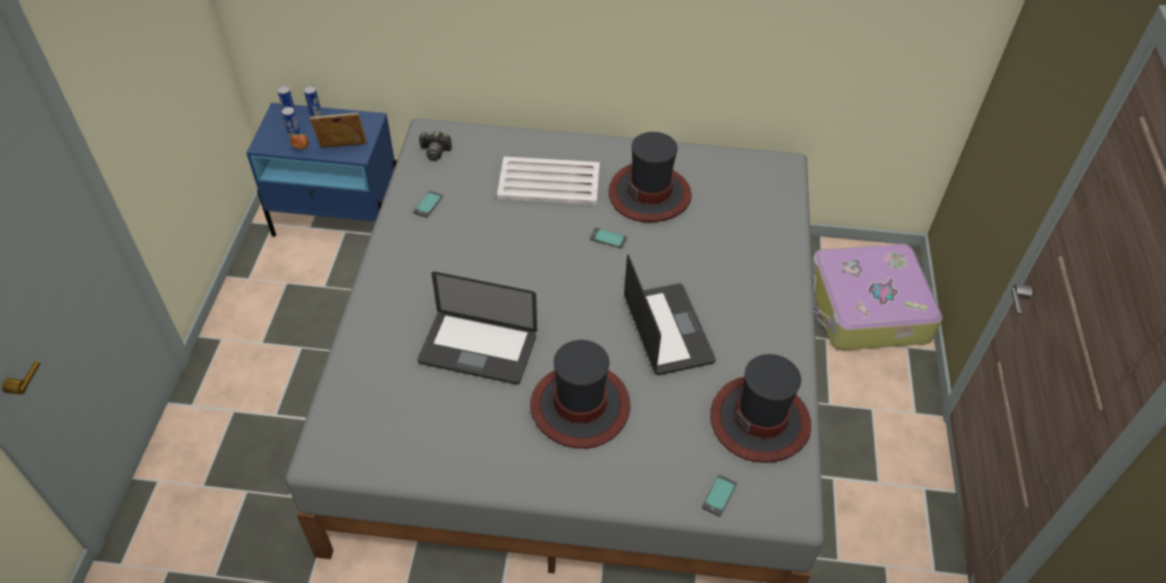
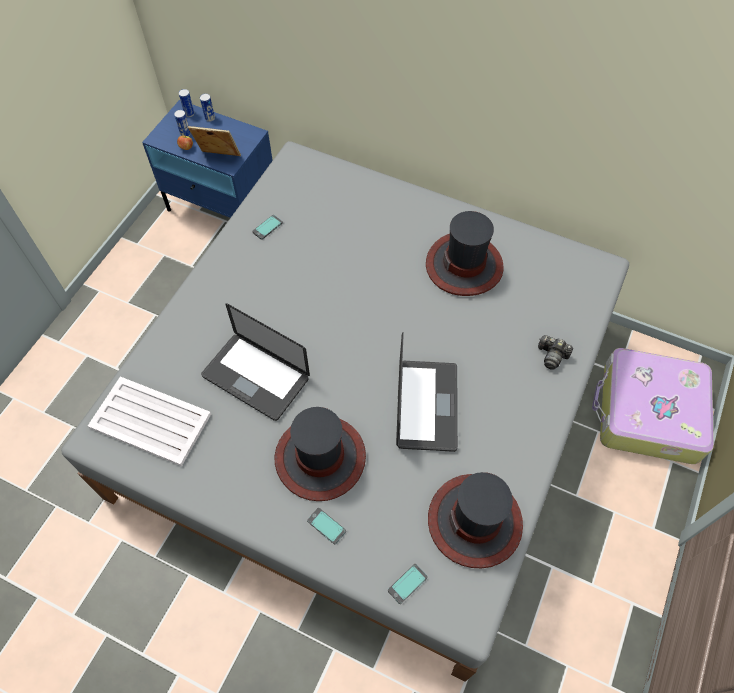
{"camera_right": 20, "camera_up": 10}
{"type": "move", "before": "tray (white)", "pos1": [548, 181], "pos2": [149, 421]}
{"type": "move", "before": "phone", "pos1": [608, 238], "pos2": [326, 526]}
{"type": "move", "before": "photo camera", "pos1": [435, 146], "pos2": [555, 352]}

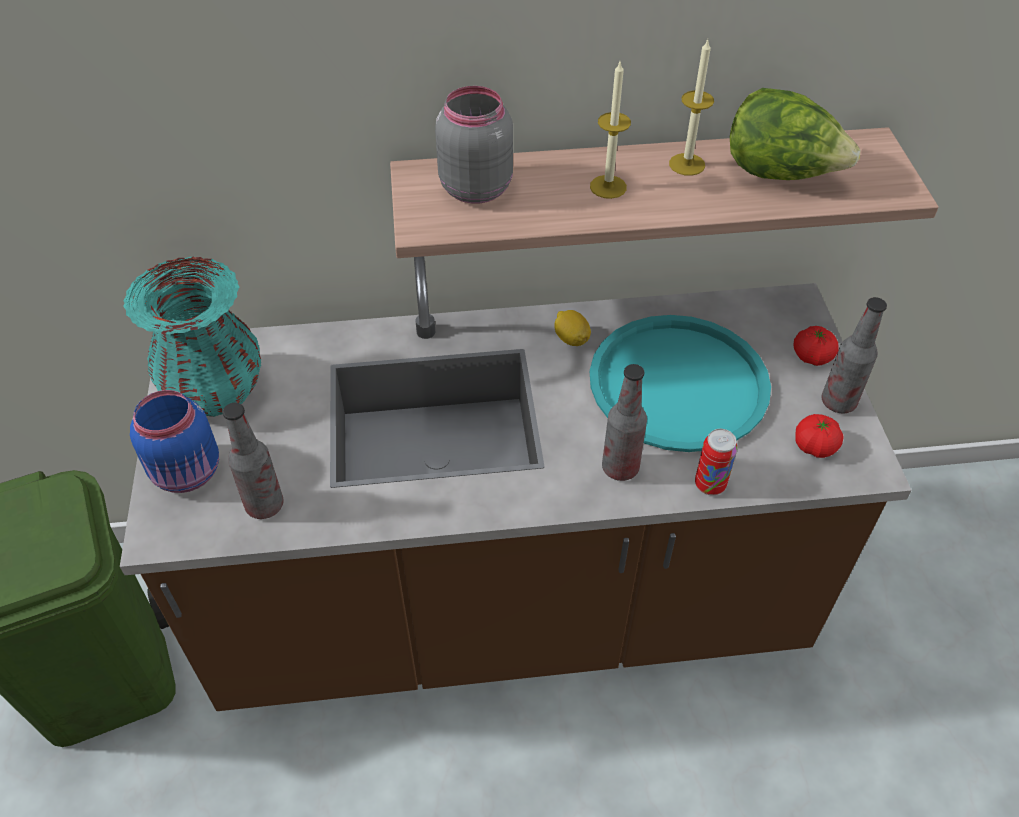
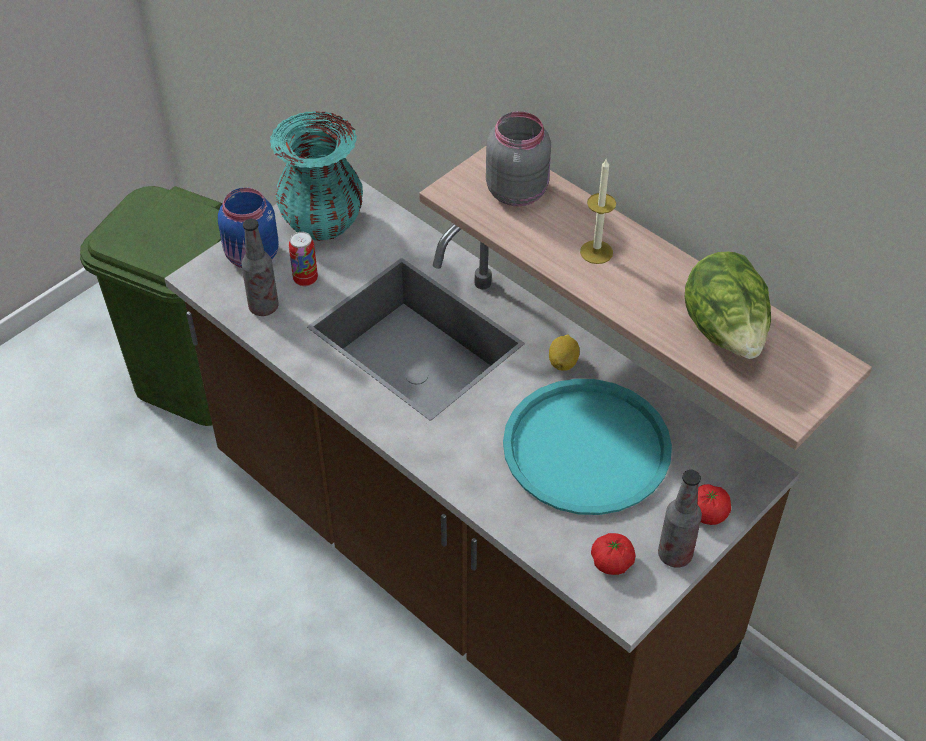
{"camera_right": 50, "camera_up": 0}
{"type": "move", "before": "can", "pos1": [716, 462], "pos2": [303, 259]}
{"type": "delete", "before": "bottle", "pos1": [624, 422]}
{"type": "delete", "before": "candle", "pos1": [691, 108]}

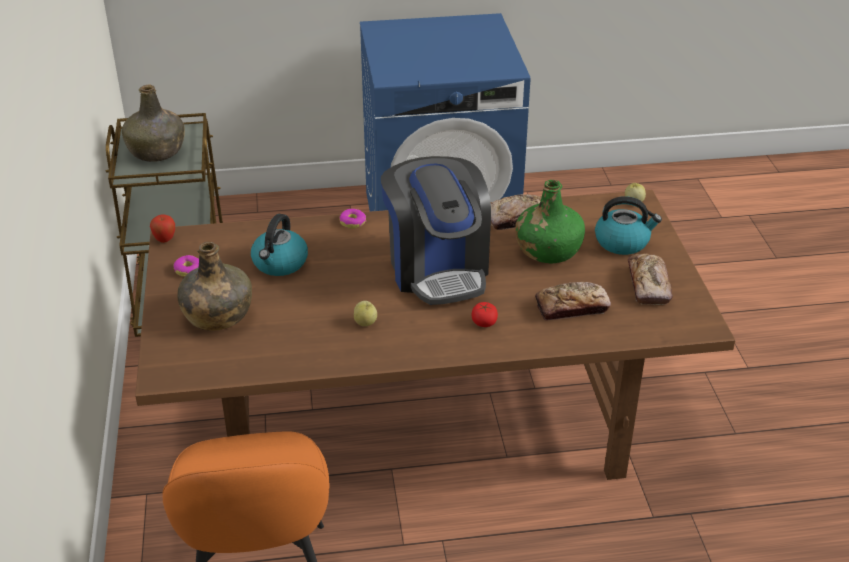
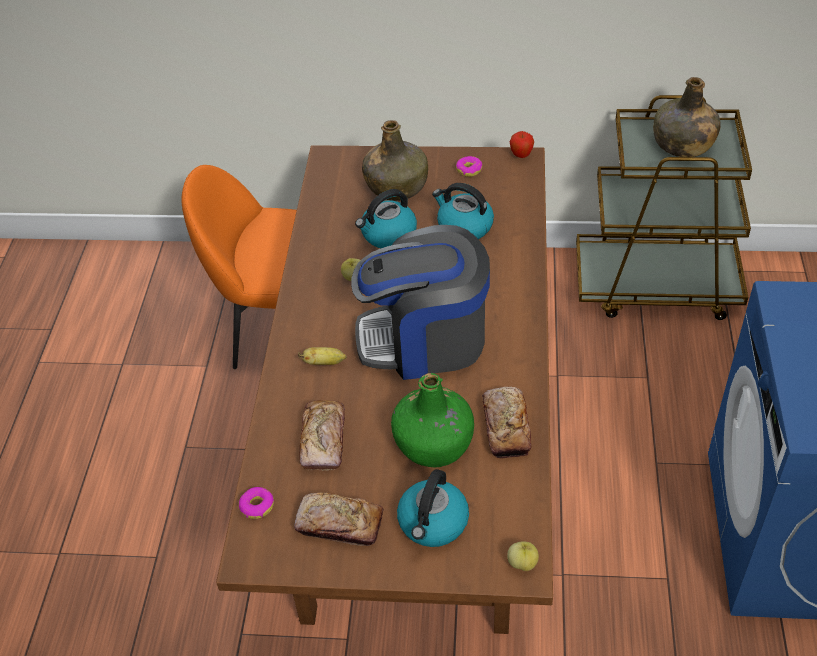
{"camera_right": 105, "camera_up": 10}
{"type": "move", "before": "donut", "pos1": [353, 219], "pos2": [256, 503]}
{"type": "replace", "before": "tomato", "after": "banana", "pos1": [485, 314], "pos2": [322, 356]}
{"type": "insert", "after": "kettle", "pos2": [386, 218]}

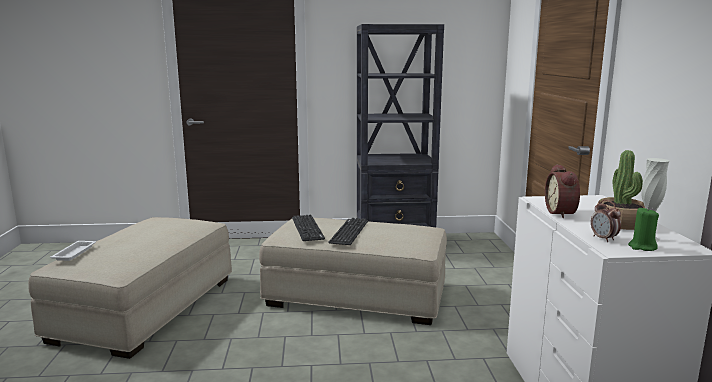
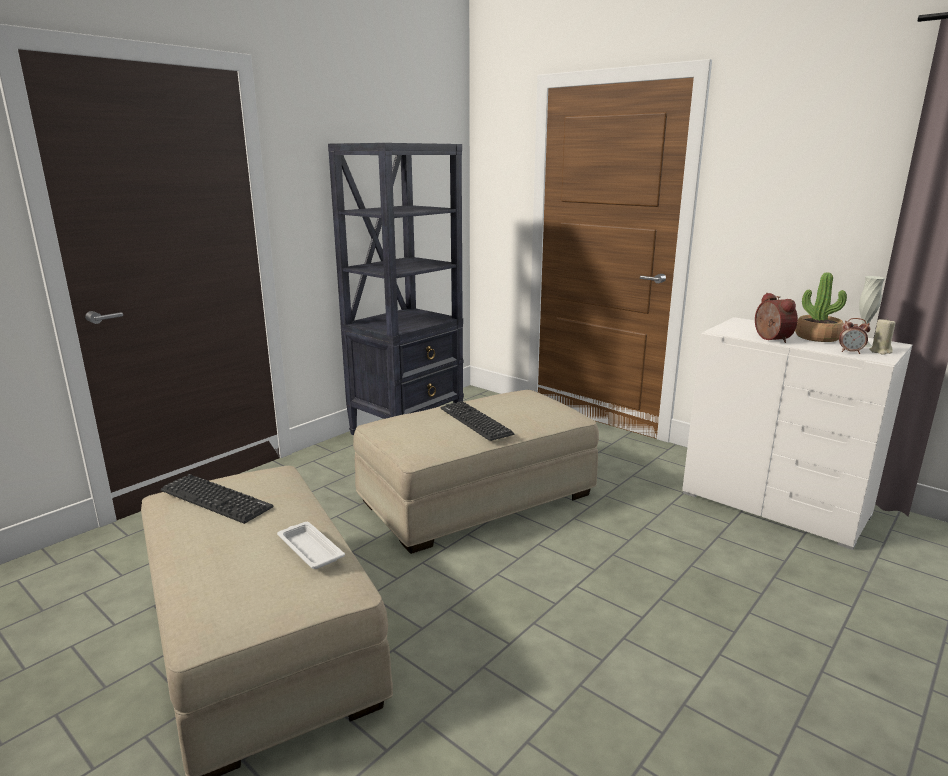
{"camera_right": -45, "camera_up": 5}
{"type": "move", "before": "keyboard", "pos1": [308, 228], "pos2": [217, 499]}
{"type": "move", "before": "tray (white)", "pos1": [73, 251], "pos2": [311, 545]}
{"type": "rotate", "before": "alarm clock", "pos1": [562, 191], "pos2": [776, 318], "turn": -150}
{"type": "recolor", "before": "candle (green)", "after": "candle (beige)", "pos1": [643, 229], "pos2": [882, 336]}

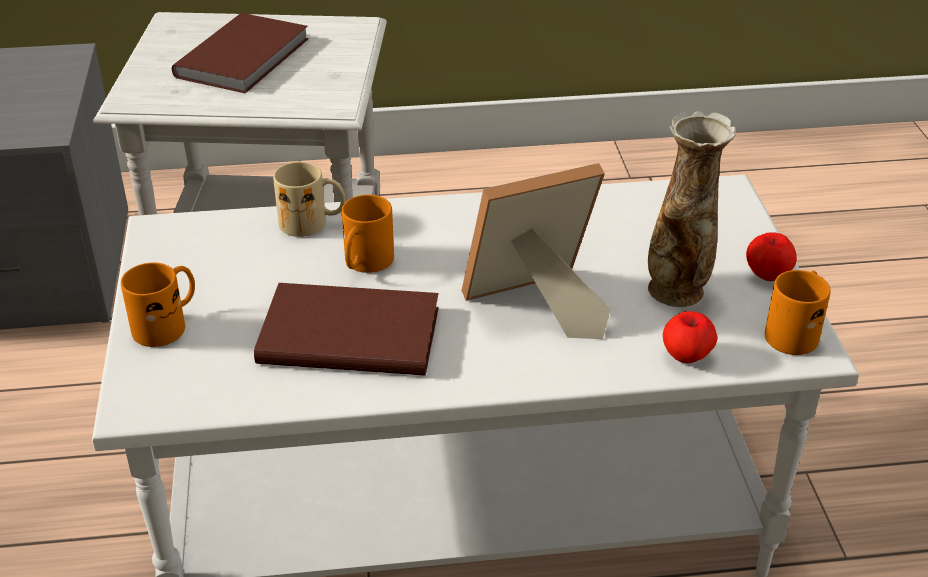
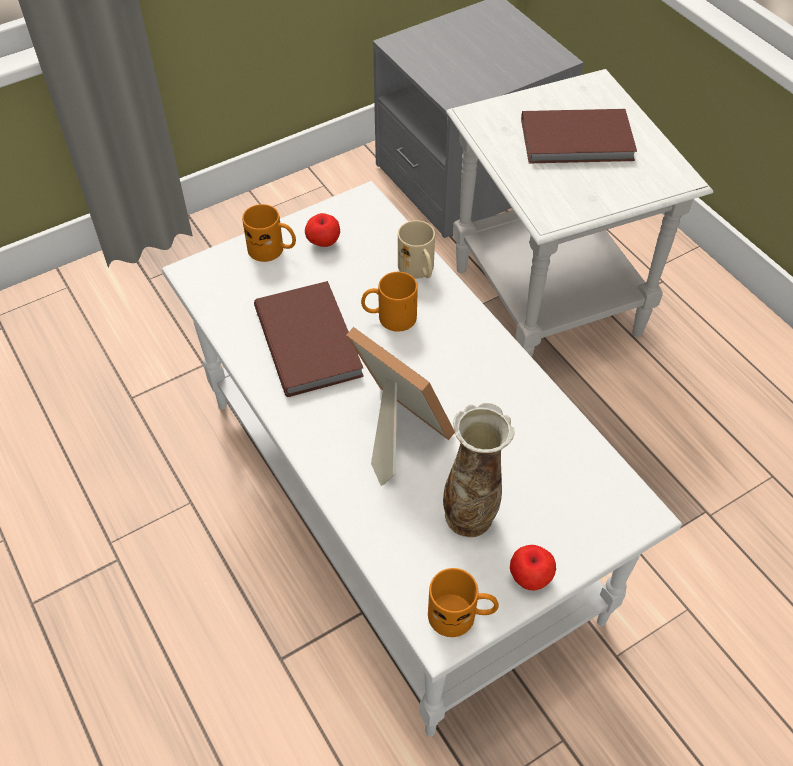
{"camera_right": 65, "camera_up": 15}
{"type": "move", "before": "apple", "pos1": [690, 337], "pos2": [322, 230]}

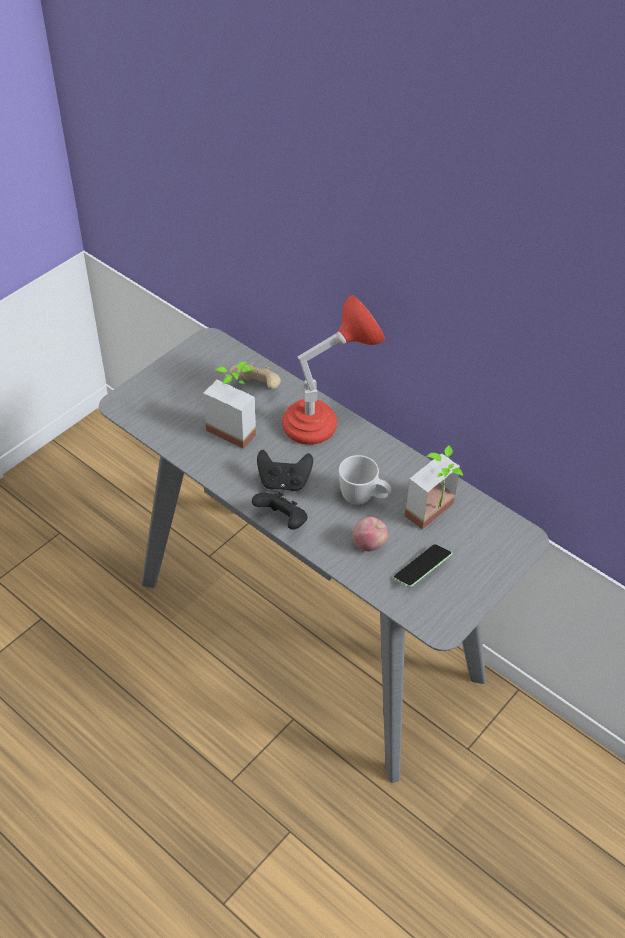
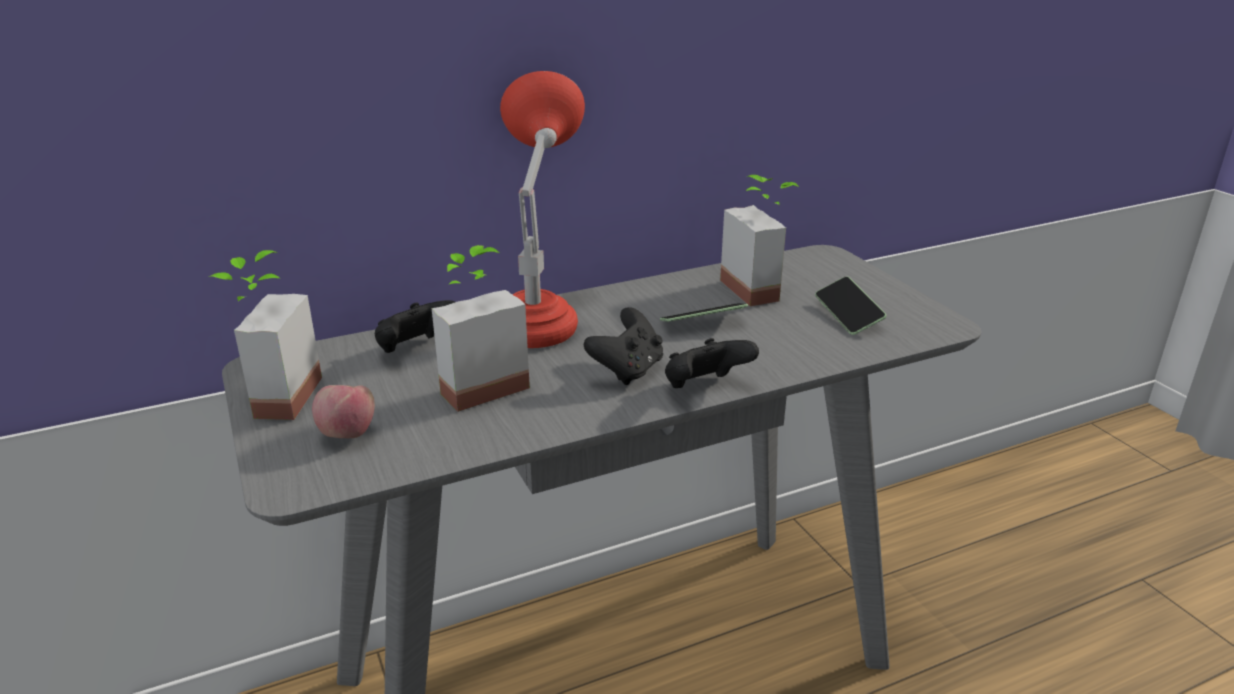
{"camera_right": -65, "camera_up": -20}
{"type": "insert", "after": "potted plant", "pos2": [265, 335]}
{"type": "move", "before": "apple", "pos1": [370, 534], "pos2": [343, 411]}
{"type": "recolor", "before": "game controller (beige)", "after": "game controller (black)", "pos1": [255, 376], "pos2": [415, 326]}
{"type": "replace", "before": "mug (white)", "after": "phone", "pos1": [365, 480], "pos2": [704, 312]}

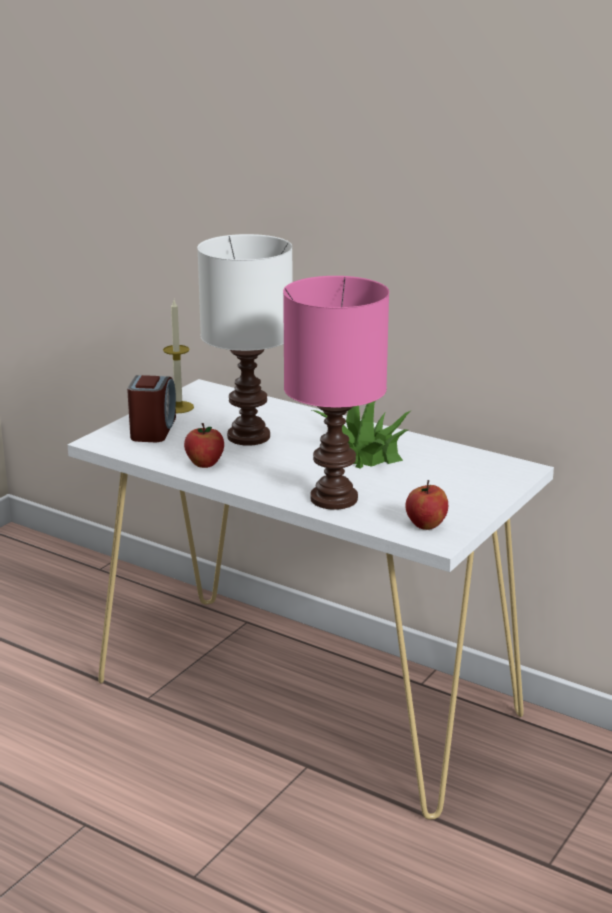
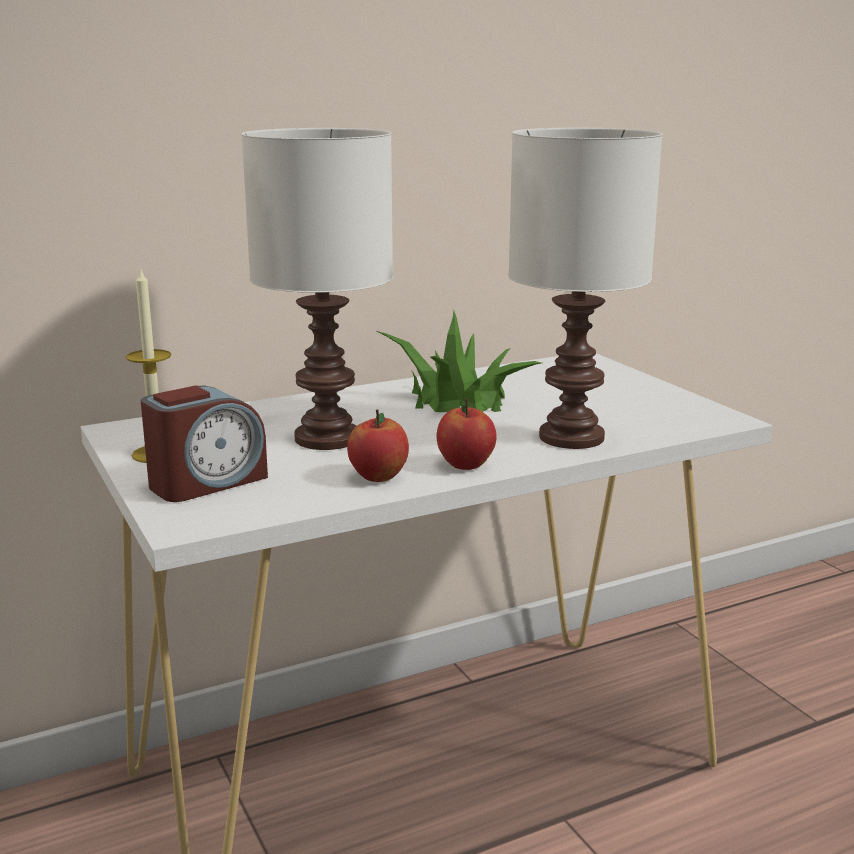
{"camera_right": -60, "camera_up": -5}
{"type": "rotate", "before": "alarm clock", "pos1": [151, 408], "pos2": [204, 443], "turn": 105}
{"type": "move", "before": "apple", "pos1": [426, 505], "pos2": [467, 434]}
{"type": "recolor", "before": "table lamp (pink)", "after": "table lamp (white)", "pos1": [336, 393], "pos2": [585, 288]}

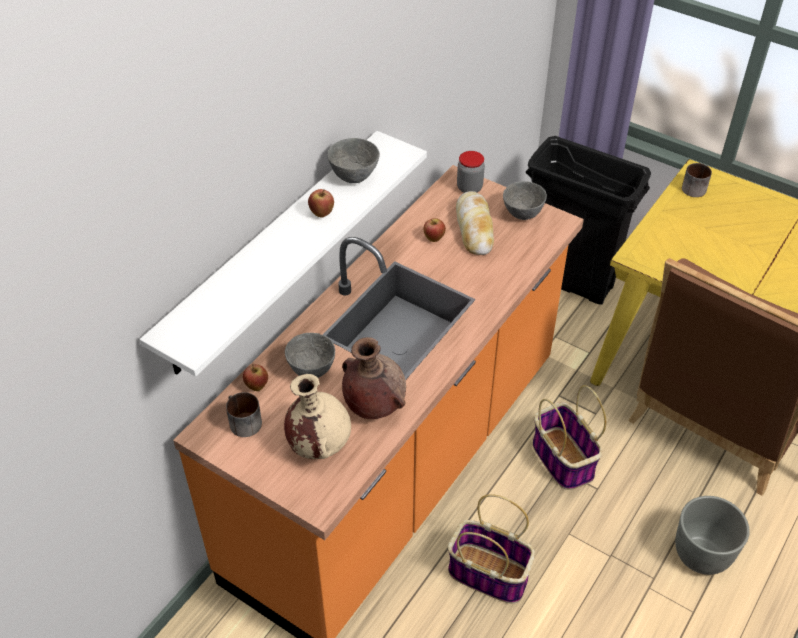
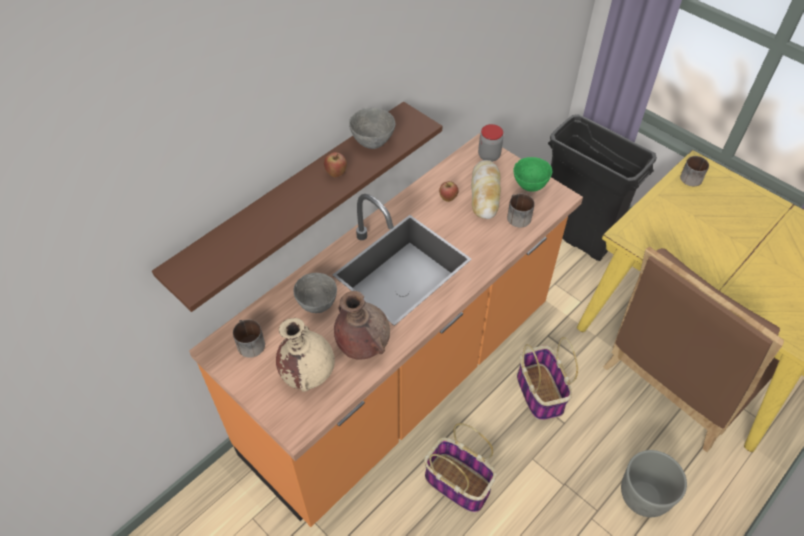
{"camera_right": 10, "camera_up": 5}
{"type": "recolor", "before": "shelf (white)", "after": "shelf (brown)", "pos1": [283, 253], "pos2": [297, 207]}
{"type": "insert", "after": "mug", "pos2": [521, 211]}
{"type": "recolor", "before": "bowl (grey)", "after": "bowl (green)", "pos1": [525, 200], "pos2": [532, 174]}
{"type": "delete", "before": "apple", "pos1": [255, 377]}

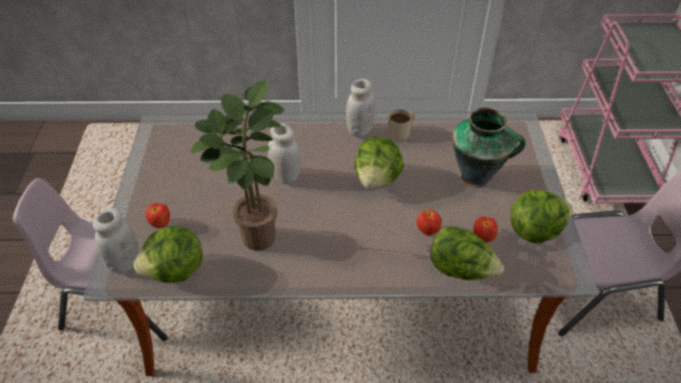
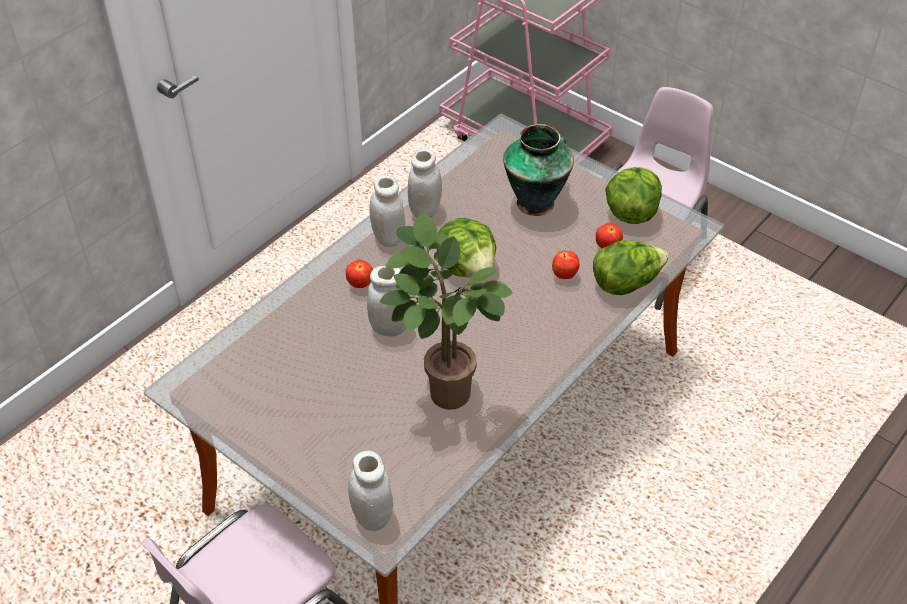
{"camera_right": -50, "camera_up": 0}
{"type": "move", "before": "apple", "pos1": [158, 215], "pos2": [359, 273]}
{"type": "replace", "before": "mug (beige)", "after": "jar (white)", "pos1": [401, 125], "pos2": [425, 183]}
{"type": "delete", "before": "lettuce", "pos1": [168, 254]}

